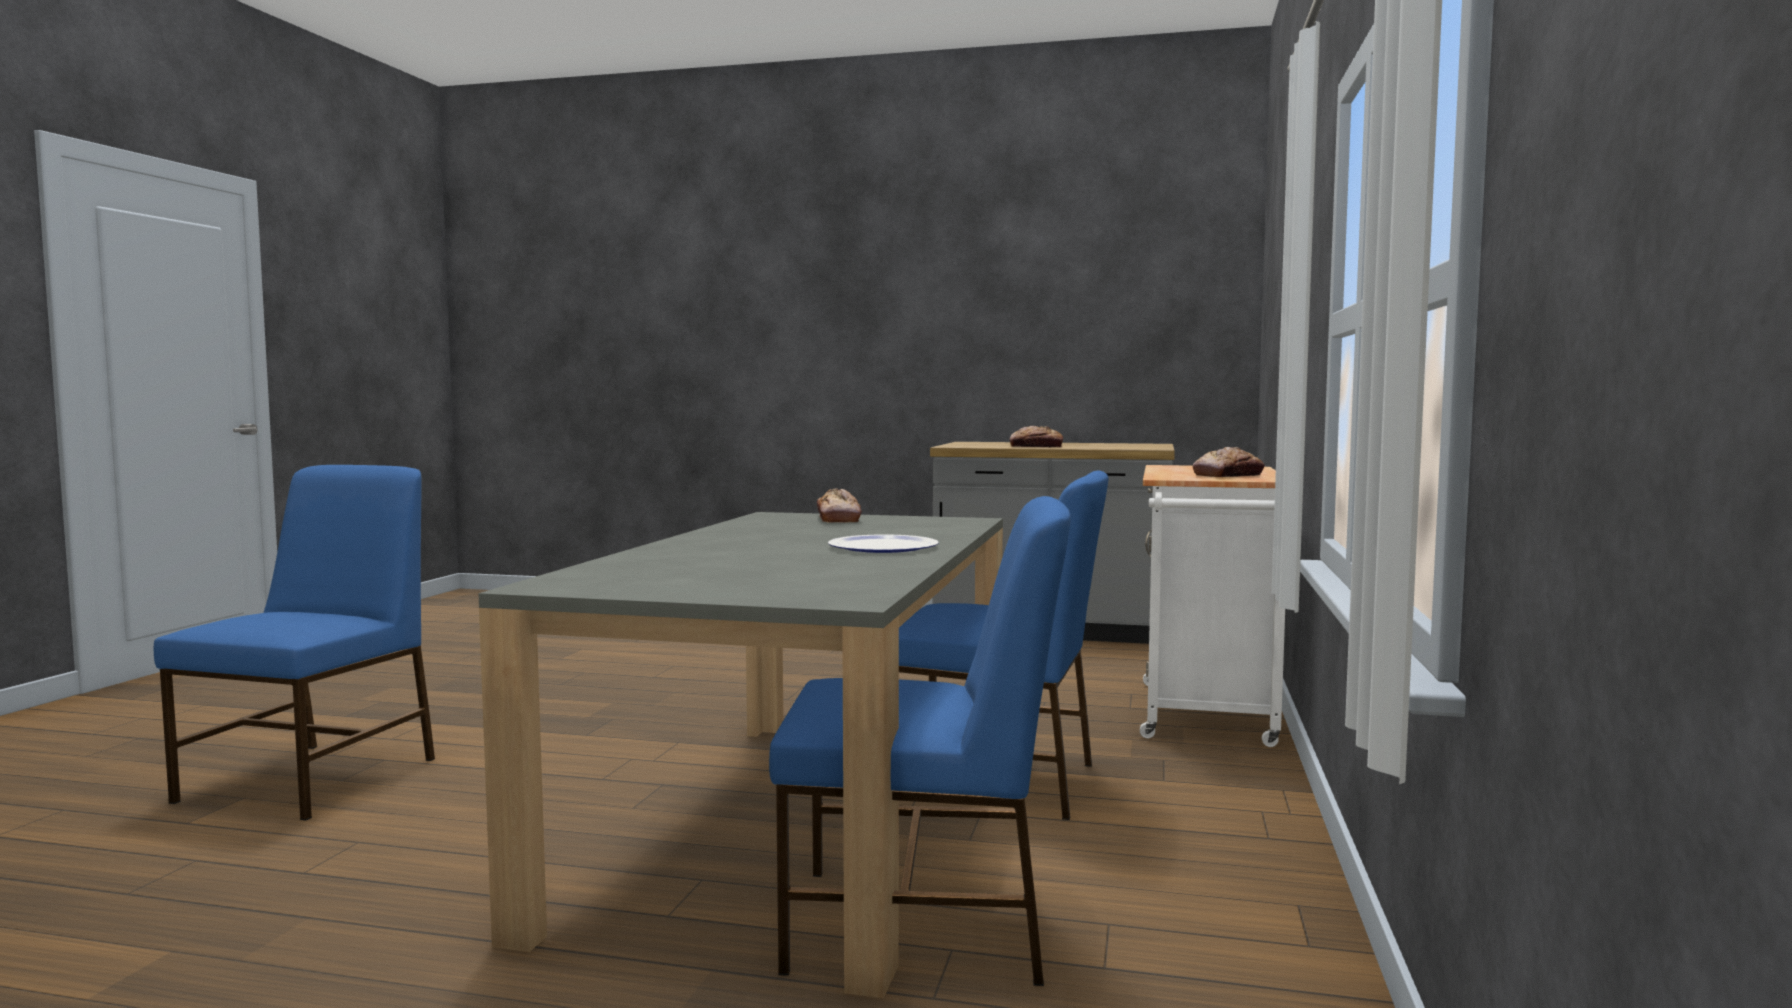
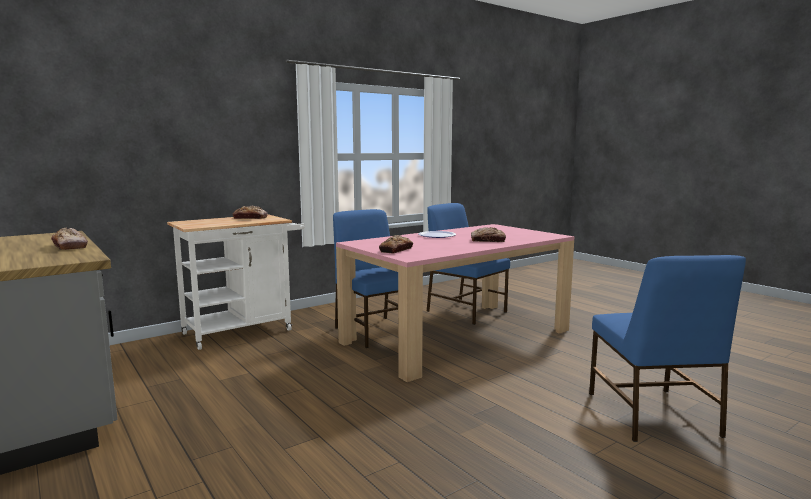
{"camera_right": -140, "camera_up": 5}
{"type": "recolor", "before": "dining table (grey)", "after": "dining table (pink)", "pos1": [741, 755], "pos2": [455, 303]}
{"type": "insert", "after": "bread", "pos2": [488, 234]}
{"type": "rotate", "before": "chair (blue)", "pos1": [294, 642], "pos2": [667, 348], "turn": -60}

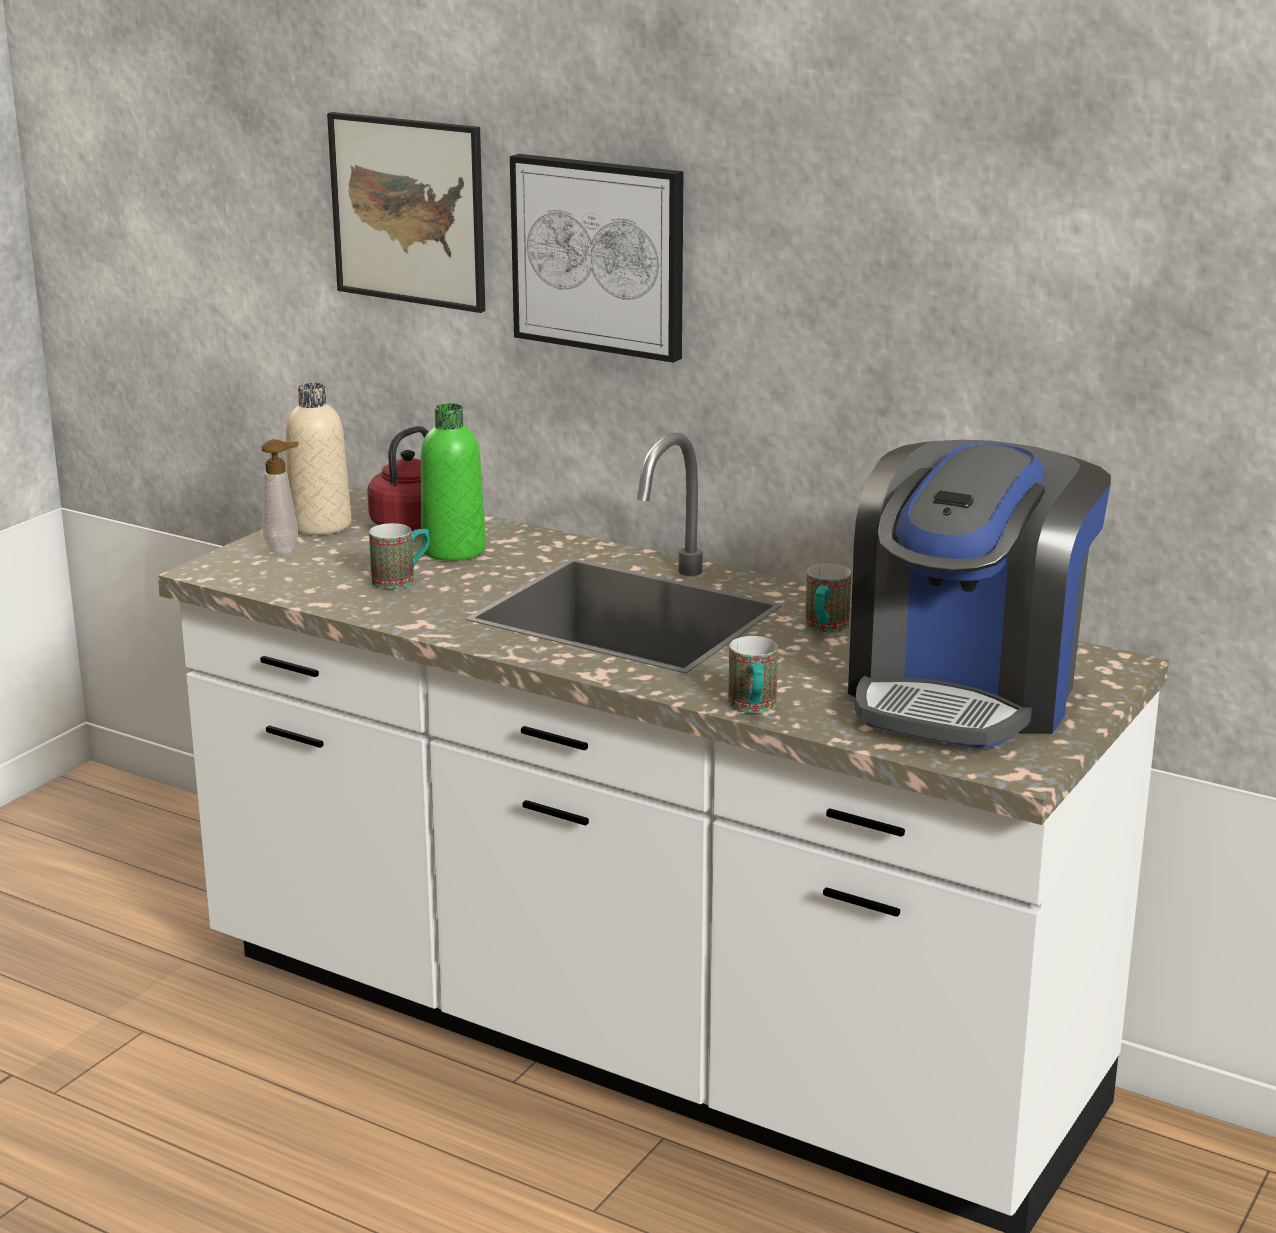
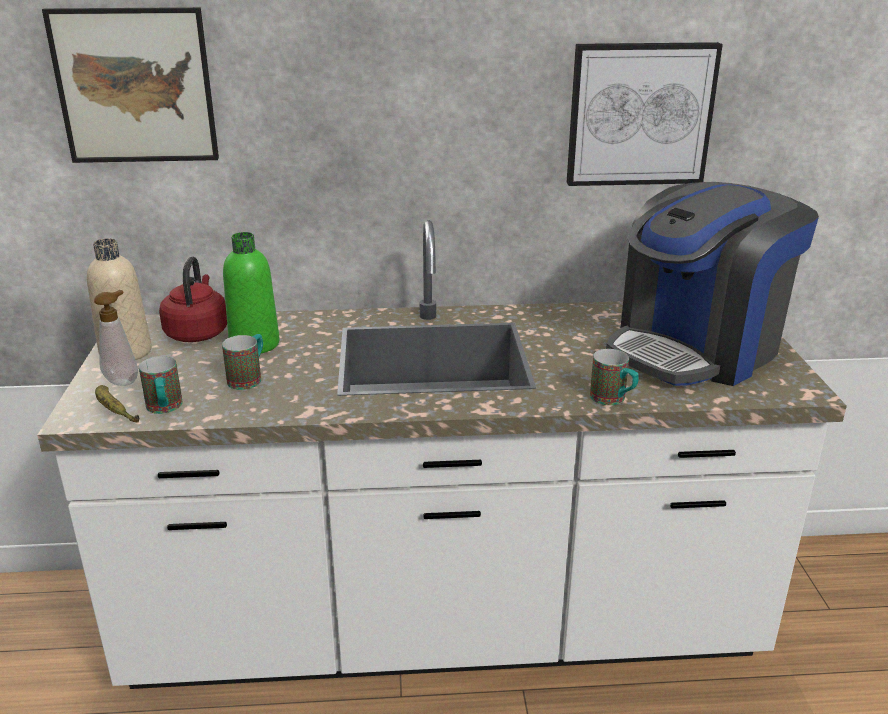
{"camera_right": -35, "camera_up": 5}
{"type": "insert", "after": "banana", "pos2": [117, 404]}
{"type": "move", "before": "mug", "pos1": [828, 598], "pos2": [161, 385]}
{"type": "move", "before": "picture", "pos1": [596, 258], "pos2": [644, 114]}
{"type": "rotate", "before": "coffee machine", "pos1": [979, 594], "pos2": [712, 284], "turn": 60}

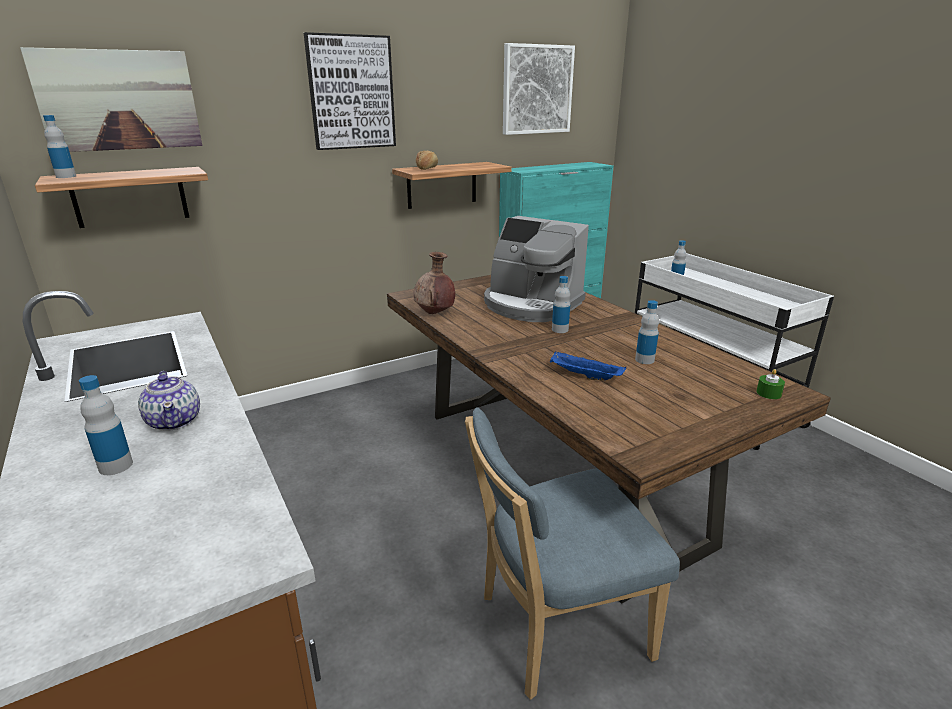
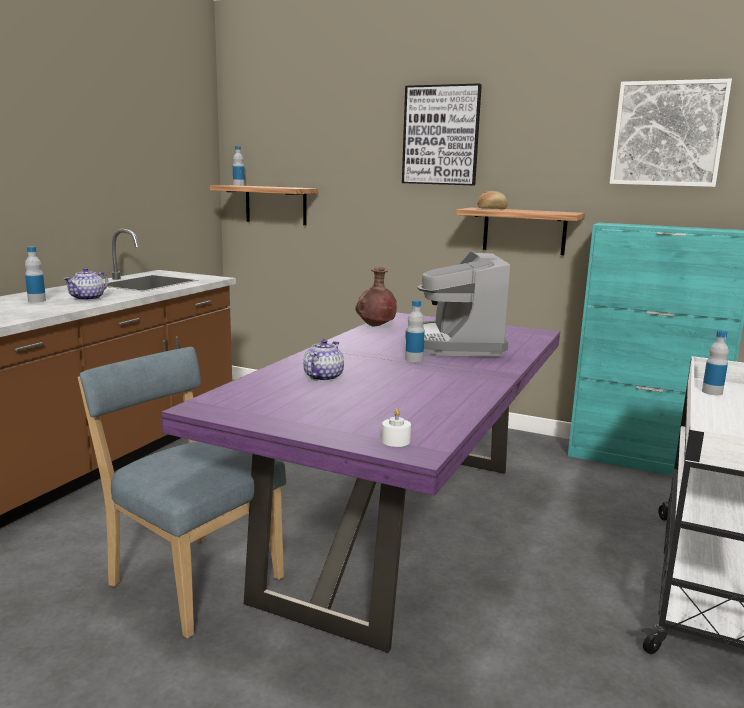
{"camera_right": 55, "camera_up": -10}
{"type": "recolor", "before": "dining table (brown)", "after": "dining table (purple)", "pos1": [609, 439], "pos2": [360, 482]}
{"type": "replace", "before": "tray (blue)", "after": "teapot", "pos1": [588, 366], "pos2": [323, 360]}
{"type": "recolor", "before": "candle (green)", "after": "candle (white)", "pos1": [770, 384], "pos2": [396, 428]}
{"type": "delete", "before": "picture", "pos1": [111, 99]}
{"type": "delete", "before": "bottle", "pos1": [647, 332]}

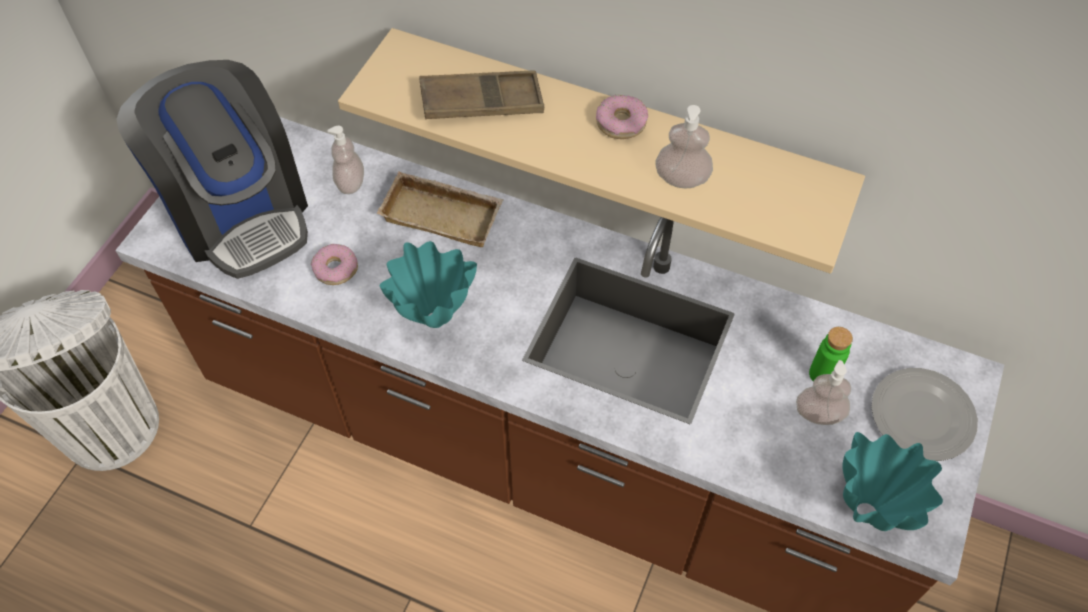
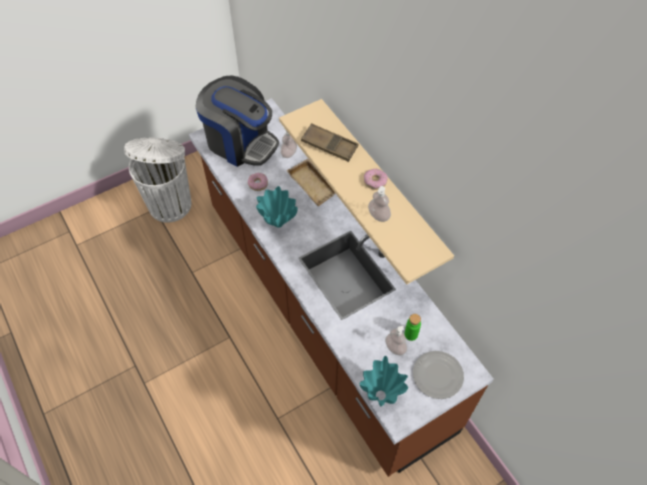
{"camera_right": 35, "camera_up": 0}
{"type": "rotate", "before": "coffee machine", "pos1": [212, 169], "pos2": [237, 121], "turn": -60}

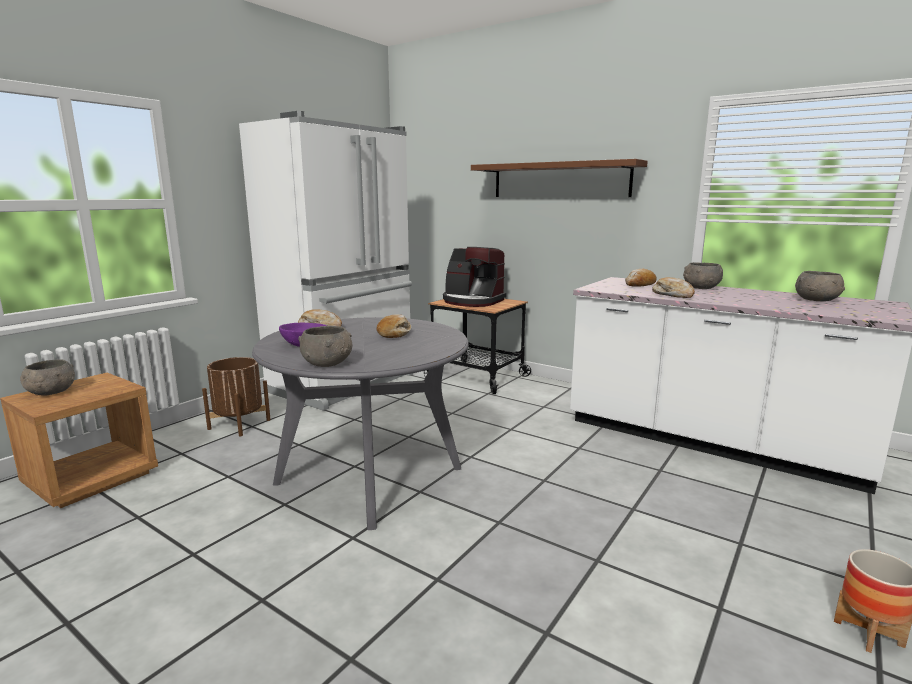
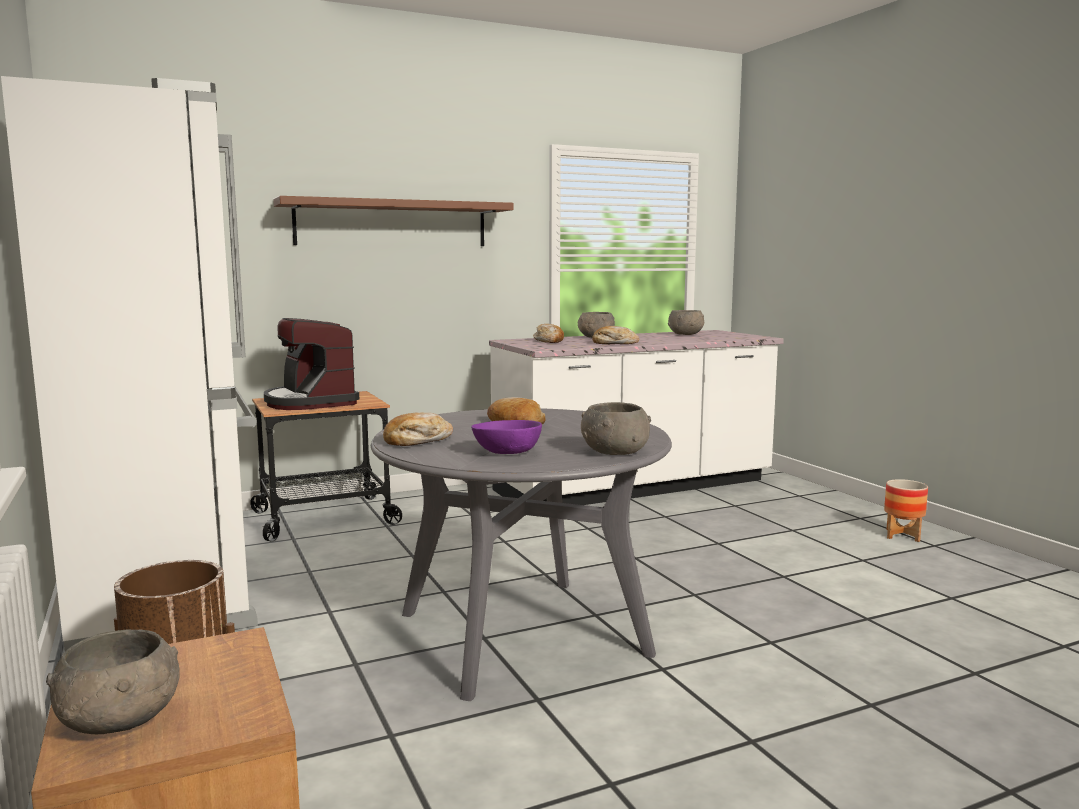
{"camera_right": -60, "camera_up": -5}
{"type": "rotate", "before": "coffee machine", "pos1": [474, 277], "pos2": [311, 364], "turn": 90}

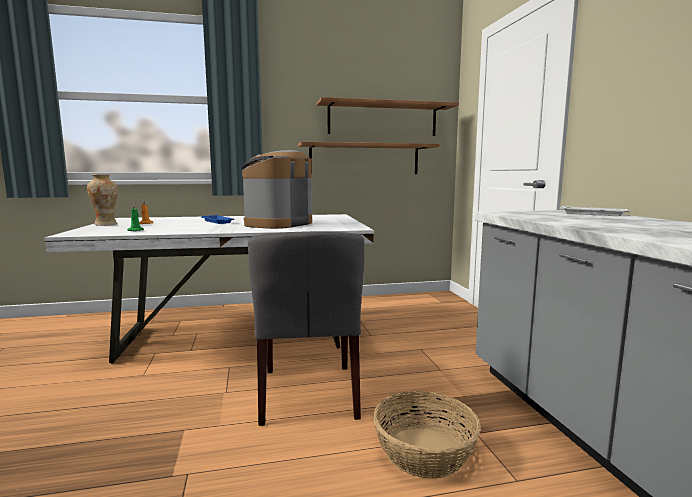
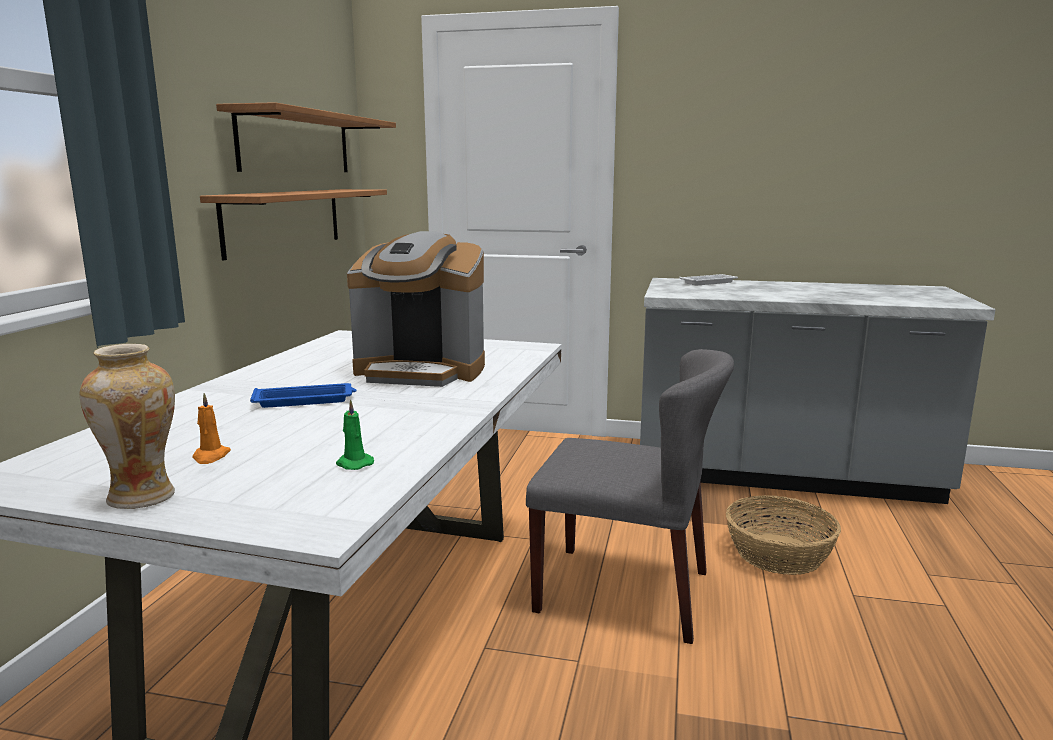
{"camera_right": -65, "camera_up": 5}
{"type": "rotate", "before": "coffee machine", "pos1": [276, 189], "pos2": [416, 309], "turn": -45}

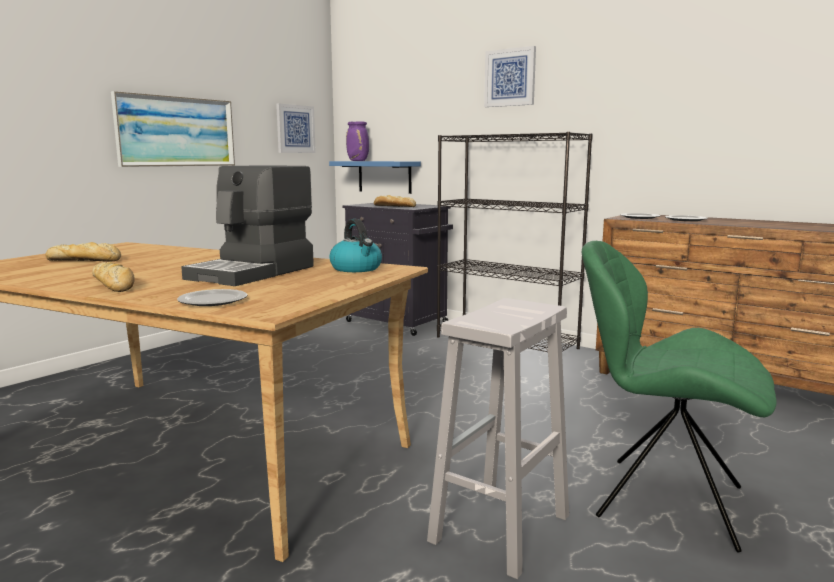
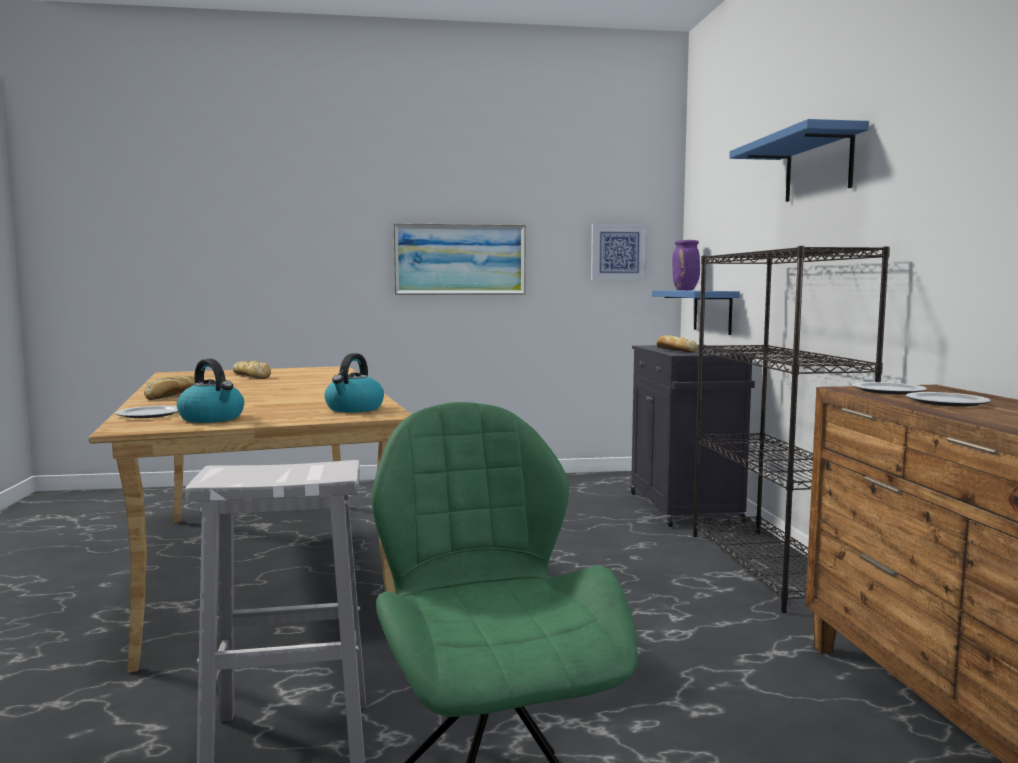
{"camera_right": 45, "camera_up": -5}
{"type": "insert", "after": "kettle", "pos2": [210, 391]}
{"type": "replace", "before": "picture", "after": "shelf (blue)", "pos1": [510, 76], "pos2": [799, 160]}
{"type": "delete", "before": "coffee machine", "pos1": [247, 225]}

